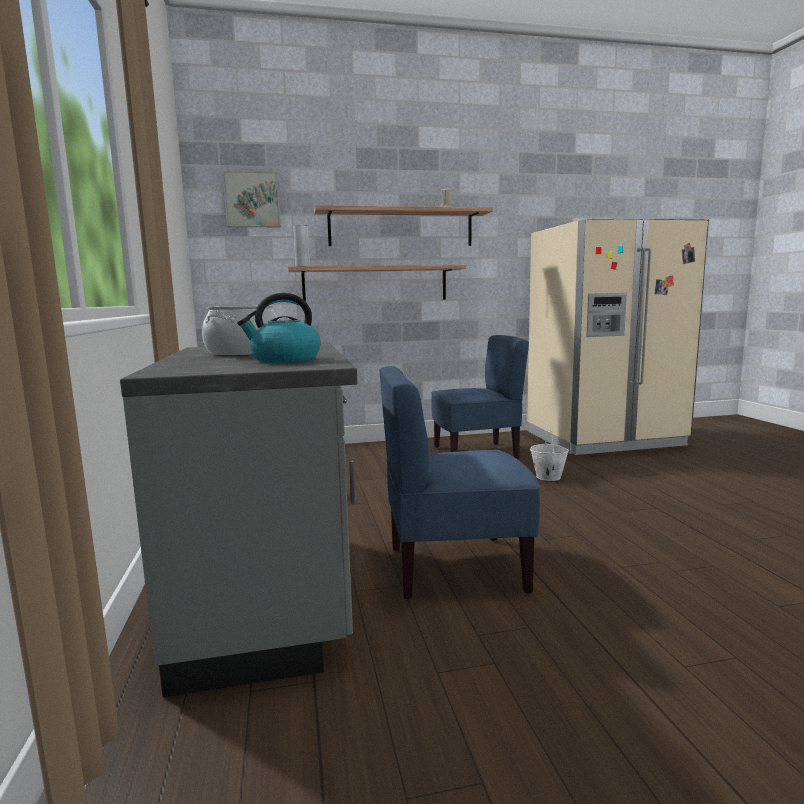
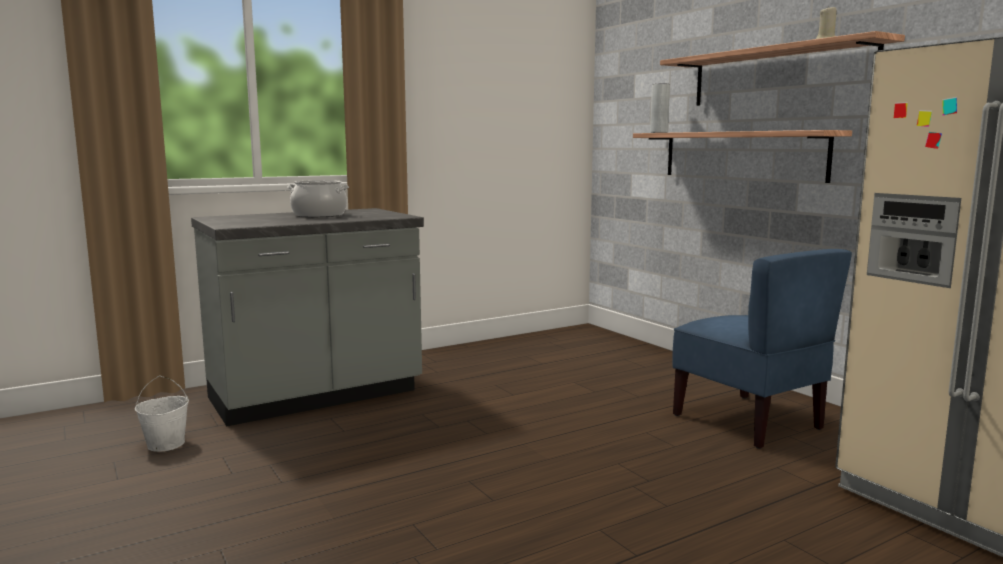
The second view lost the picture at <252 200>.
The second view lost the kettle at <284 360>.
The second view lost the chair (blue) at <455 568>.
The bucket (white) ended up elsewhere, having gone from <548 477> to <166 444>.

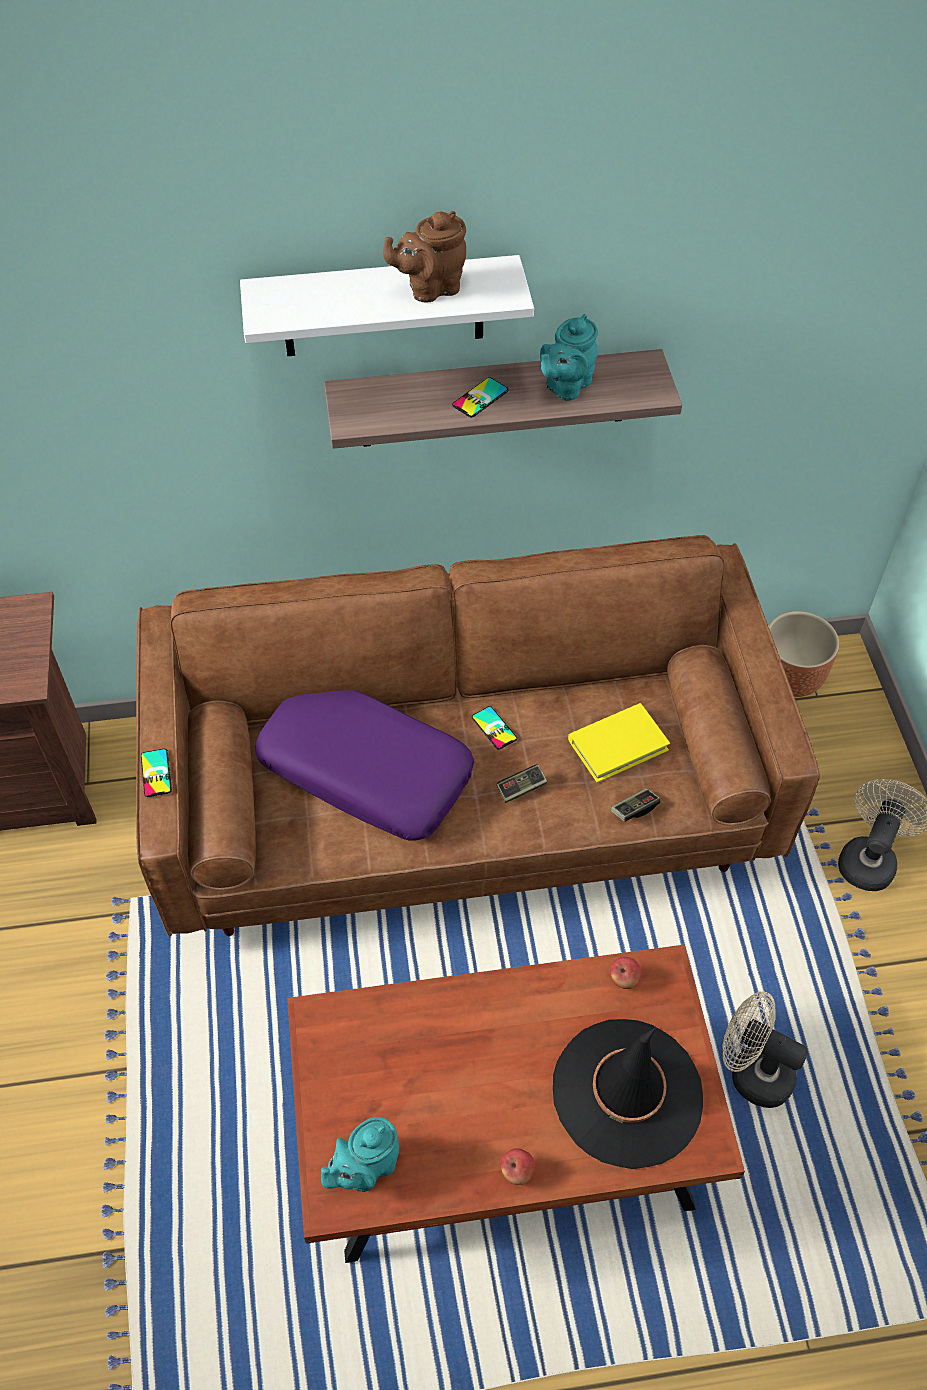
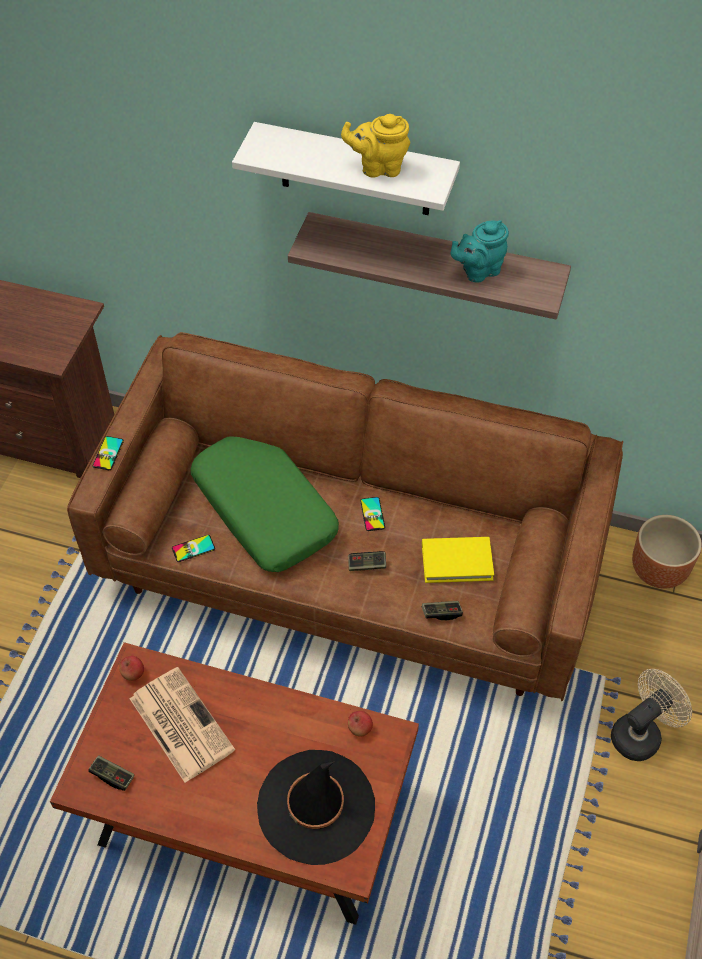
What was the teapot (brown) at <430 289> turned into the teapot (yellow) at <378 167>.
The phone ended up elsewhere, having gone from <480 398> to <193 548>.
What was the pillow (purple) at <367 769> turned into the pillow (green) at <265 508>.
The second view lost the fan (beige) at <752 1072>.
Where the teapot (turquoise) stood at <366 1168>, the game controller came to stand at <112 776>.
The apple ended up elsewhere, having gone from <517 1171> to <133 673>.
The second view gained the newspaper at <180 723>.

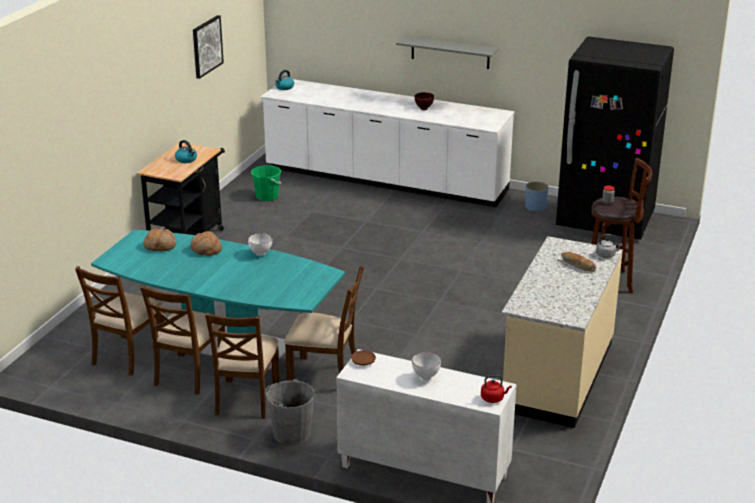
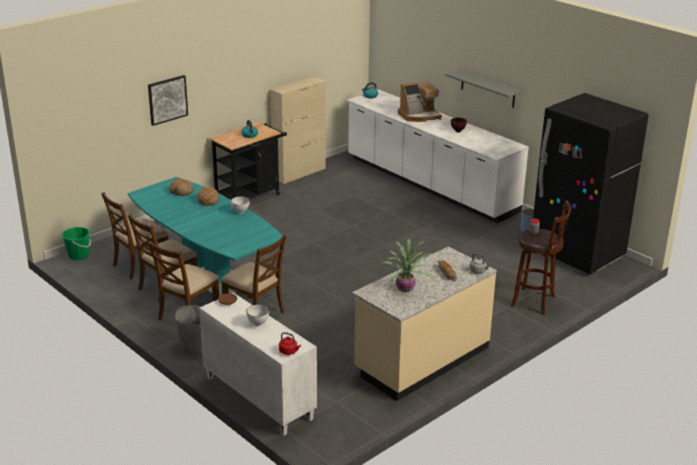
The picture ended up elsewhere, having gone from <206 46> to <167 99>.
The bucket (green) ended up elsewhere, having gone from <267 196> to <78 256>.
The second view gained the cabinet (beige) at <299 173>.
The second view gained the coffee machine at <419 116>.
The second view gained the potted plant at <405 289>.

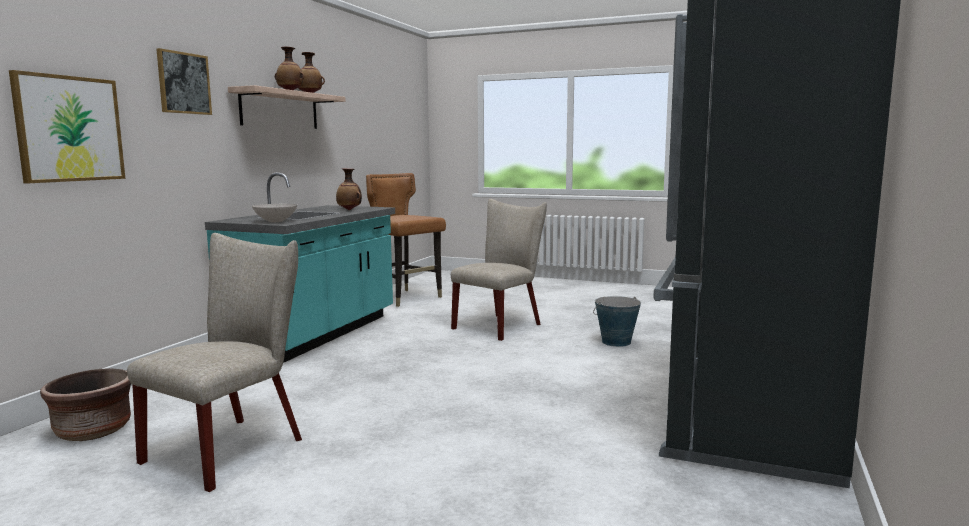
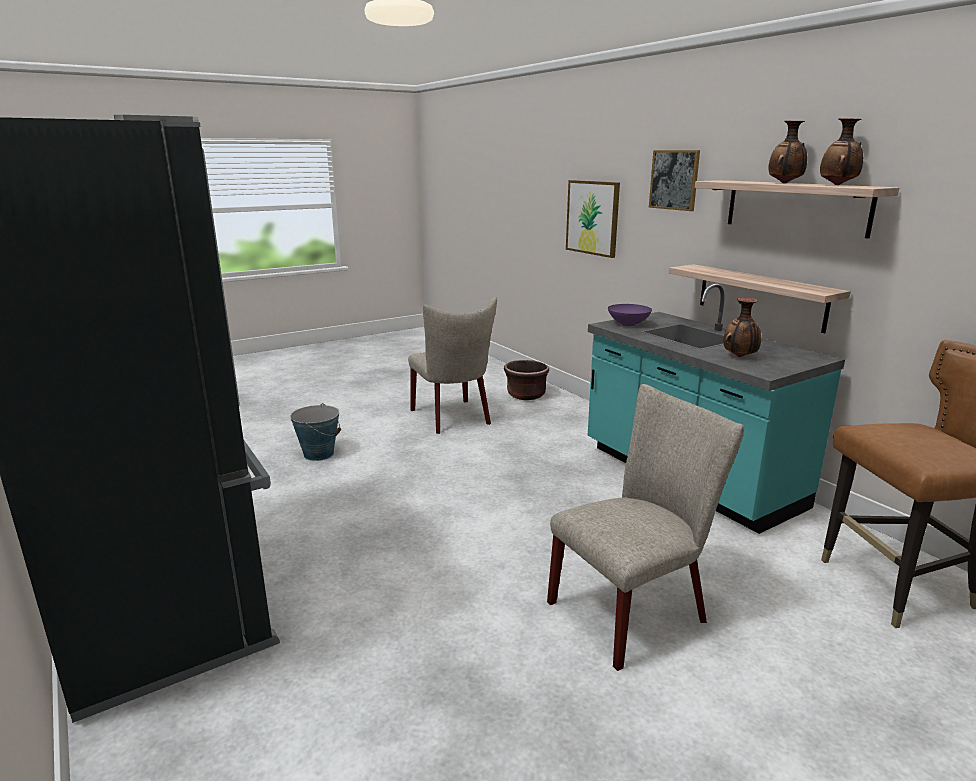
The chair (beige) at <501 325> ended up facing another way, 105 degrees counterclockwise from before.
What was the bowl (white) at <276 221> turned into the bowl (purple) at <628 324>.
The bucket ended up elsewhere, having gone from <616 342> to <319 454>.
The second view gained the shelf at <760 297>.

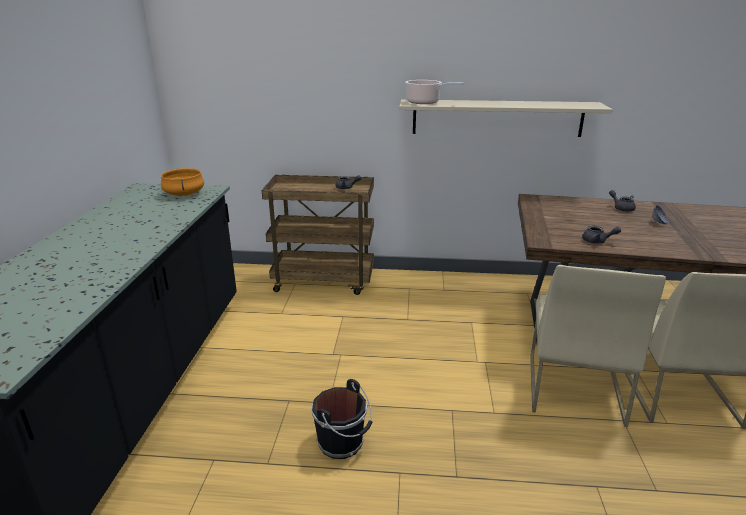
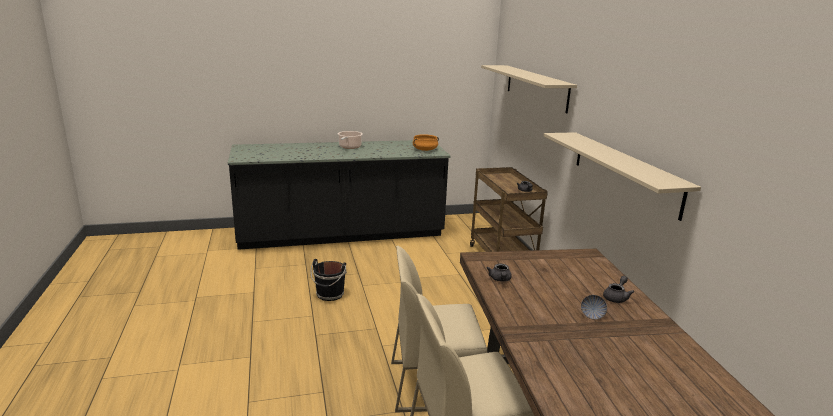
The cooking pot ended up elsewhere, having gone from <425 102> to <349 147>.
The second view gained the shelf (beige) at <536 87>.

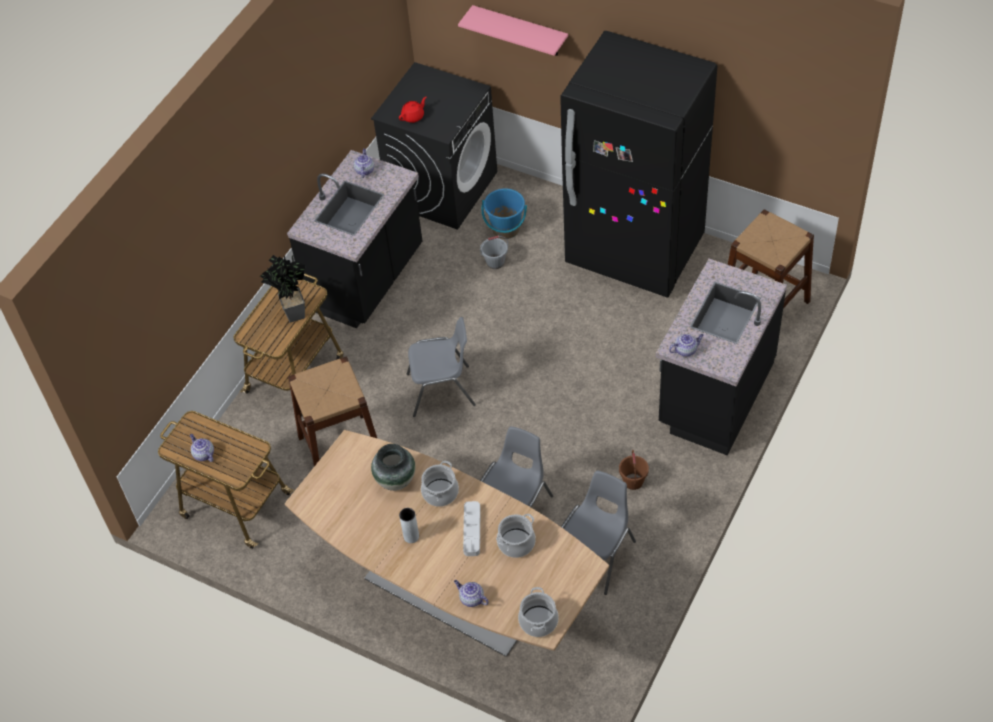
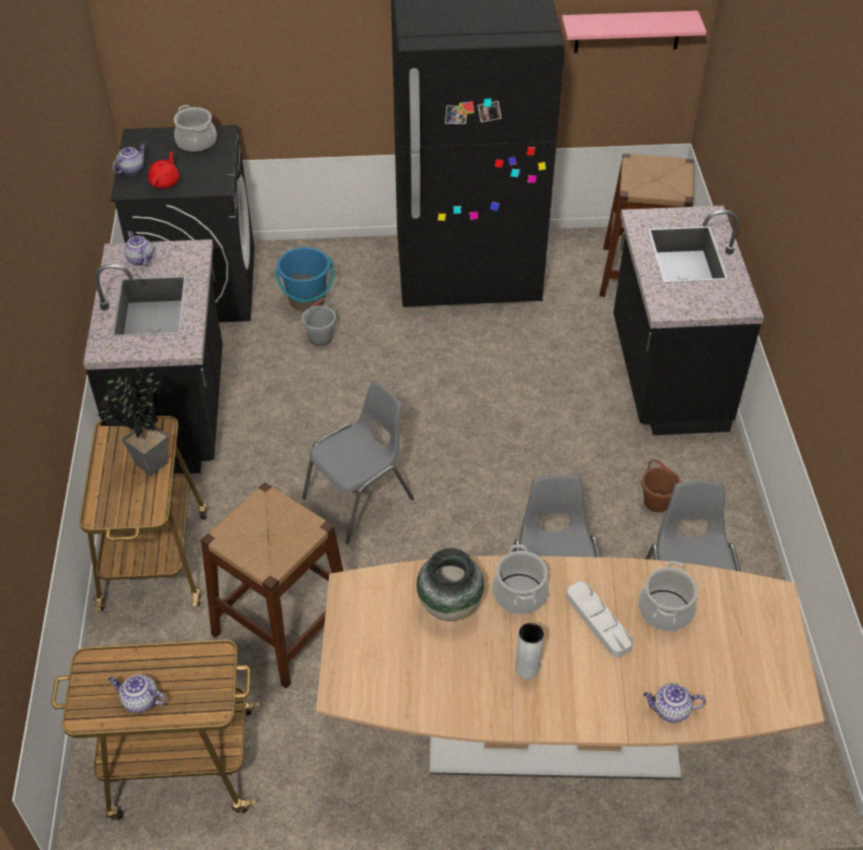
The shelf (pink) ended up elsewhere, having gone from <520 31> to <627 31>.
The teapot ended up elsewhere, having gone from <686 350> to <132 169>.
The cooking pot ended up elsewhere, having gone from <538 621> to <196 142>.

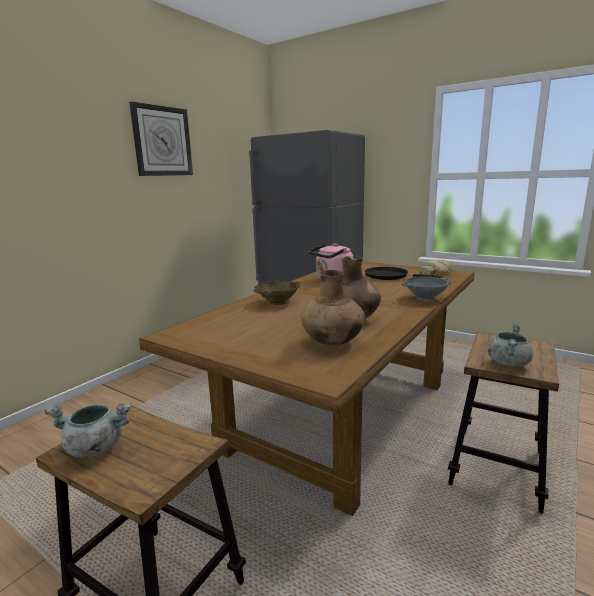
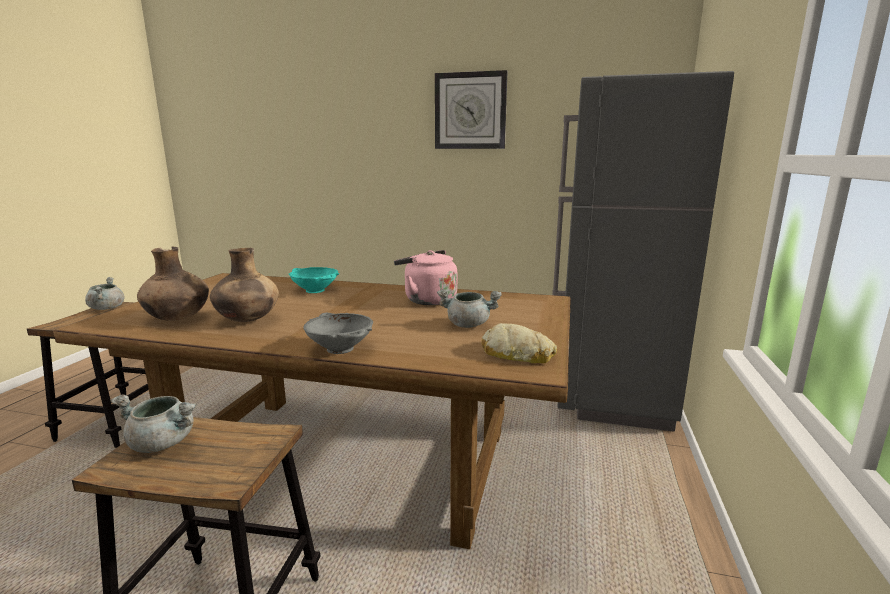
Where the frying pan (black) stood at <389 276>, the cooking pot (grey) came to stand at <468 325>.
What was the bowl (beige) at <278 302> turned into the bowl (turquoise) at <315 291>.

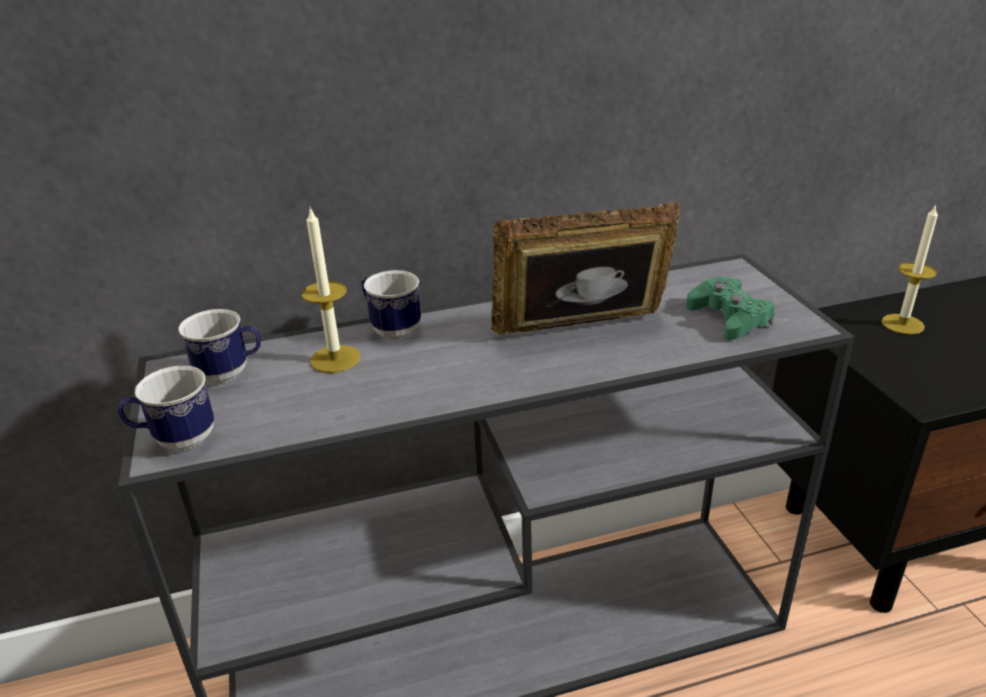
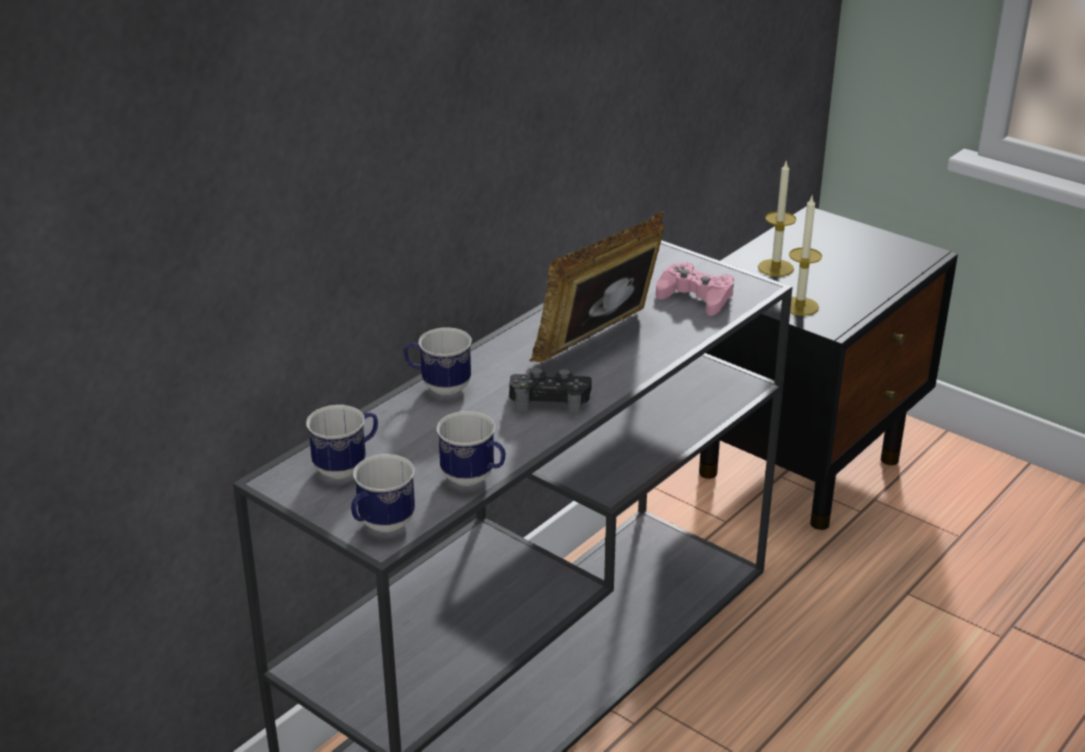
The candle ended up elsewhere, having gone from <335 359> to <800 306>.
What was the game controller (green) at <728 318> turned into the game controller (pink) at <695 297>.
The second view gained the game controller (black) at <550 400>.
The second view gained the mug at <474 479>.

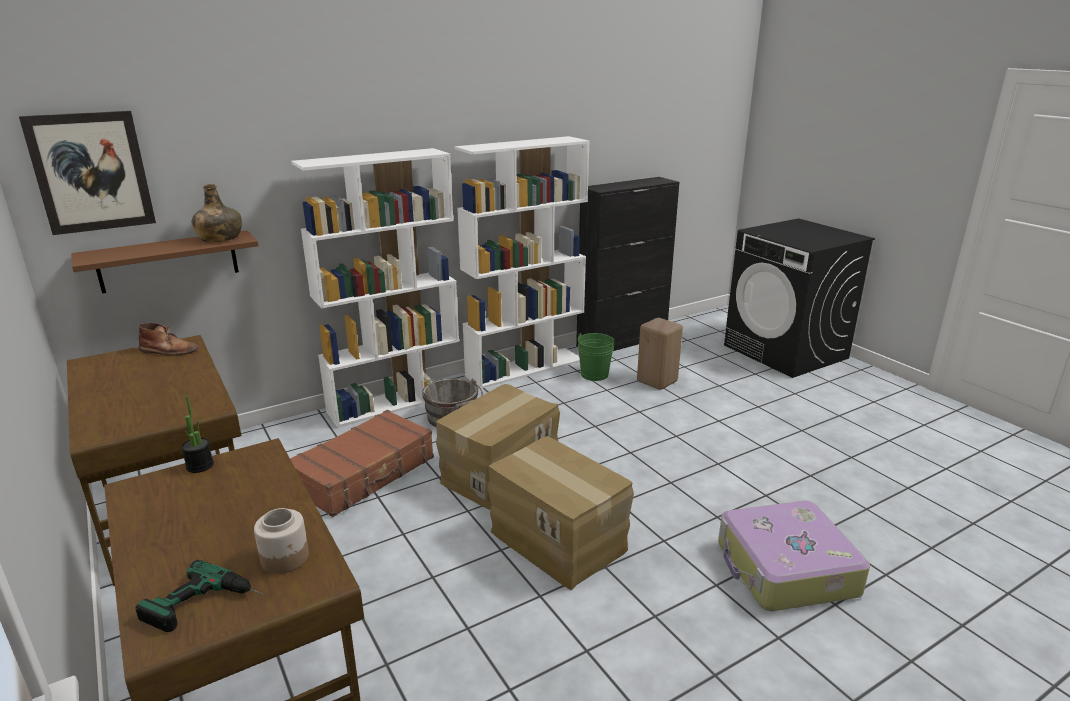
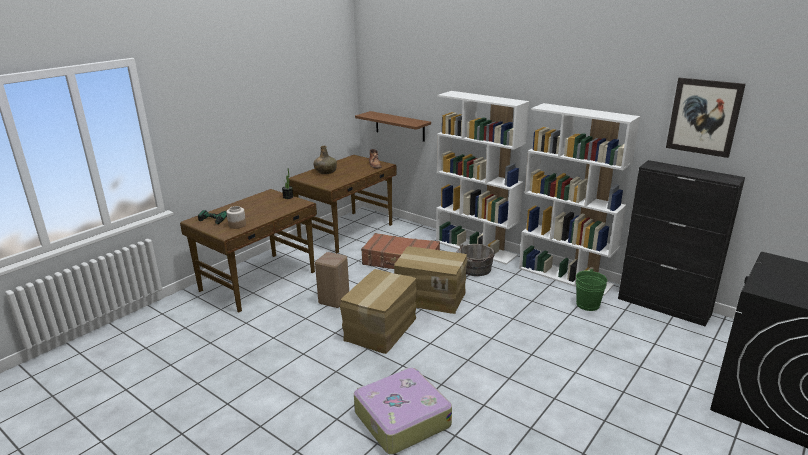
The picture ended up elsewhere, having gone from <91 172> to <704 117>.
The bottle (green) ended up elsewhere, having gone from <219 238> to <325 172>.
The stool (beige) ended up elsewhere, having gone from <658 381> to <334 301>.

